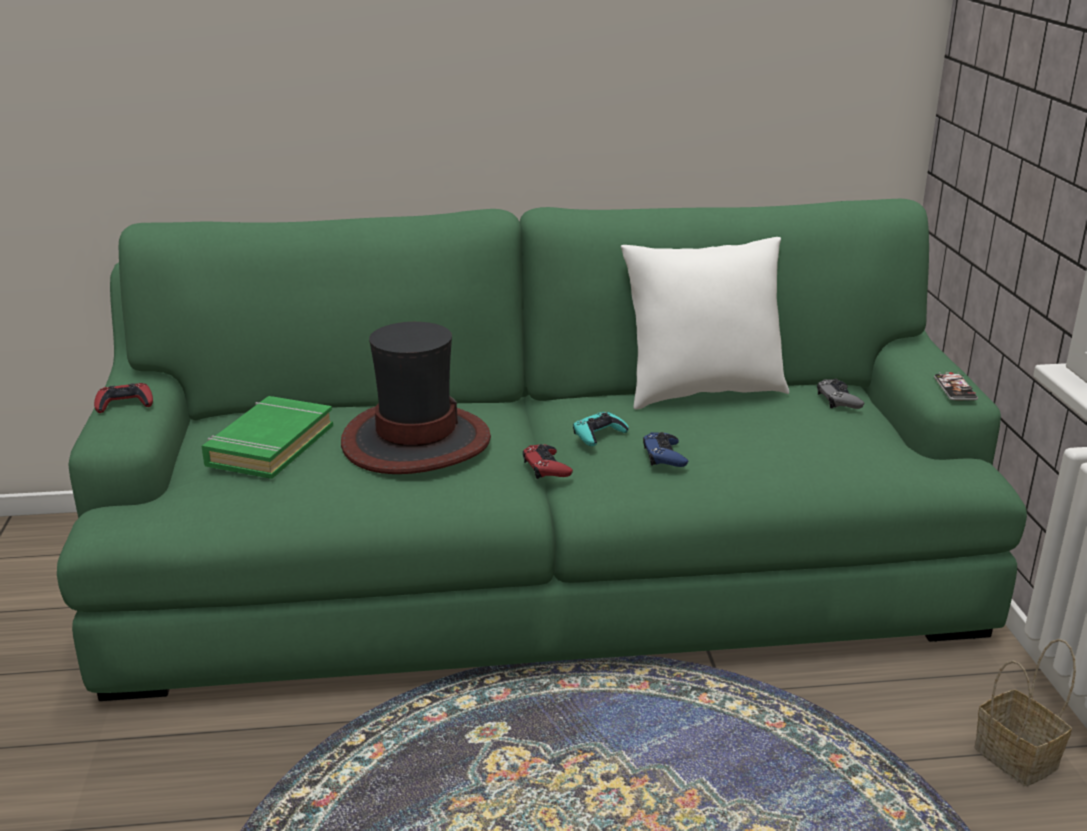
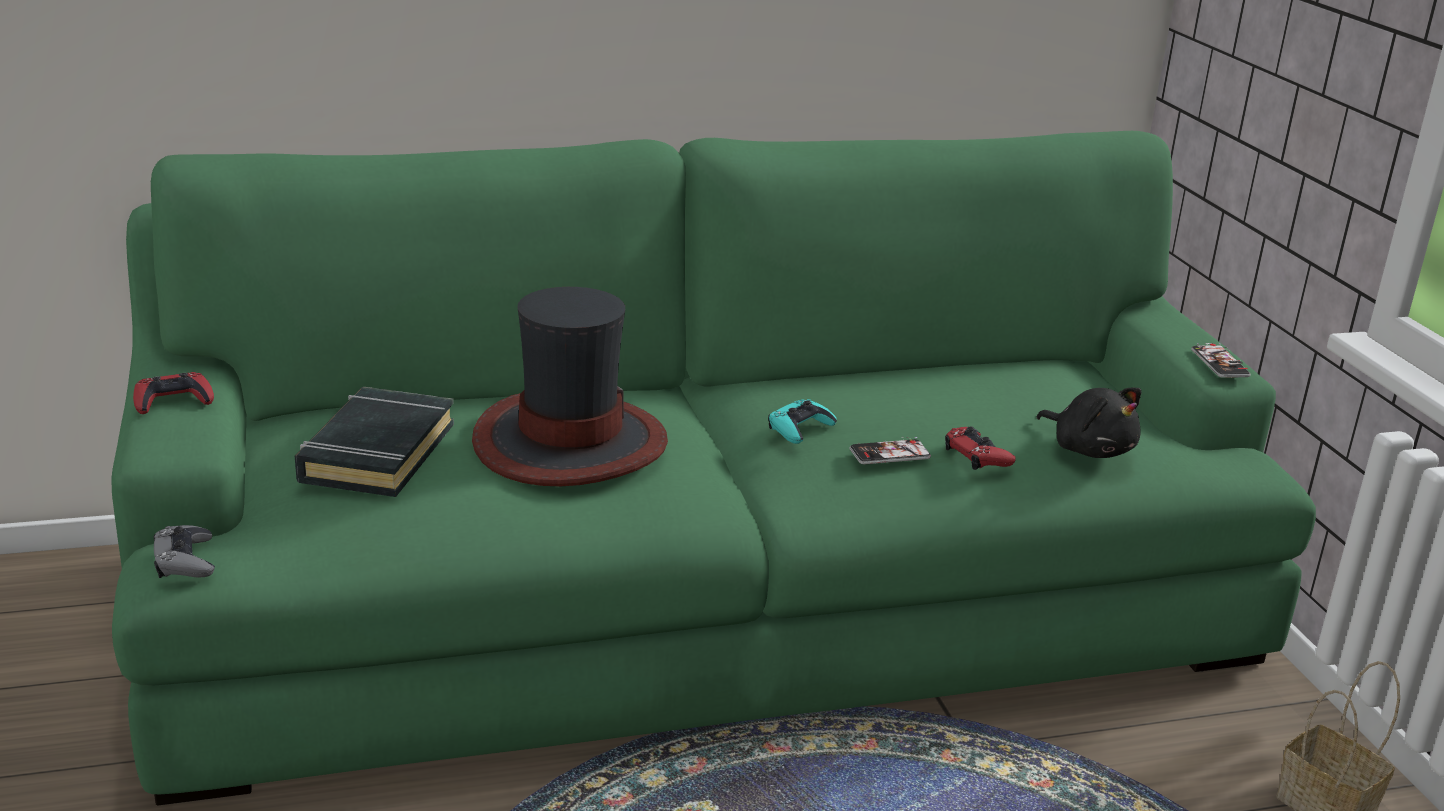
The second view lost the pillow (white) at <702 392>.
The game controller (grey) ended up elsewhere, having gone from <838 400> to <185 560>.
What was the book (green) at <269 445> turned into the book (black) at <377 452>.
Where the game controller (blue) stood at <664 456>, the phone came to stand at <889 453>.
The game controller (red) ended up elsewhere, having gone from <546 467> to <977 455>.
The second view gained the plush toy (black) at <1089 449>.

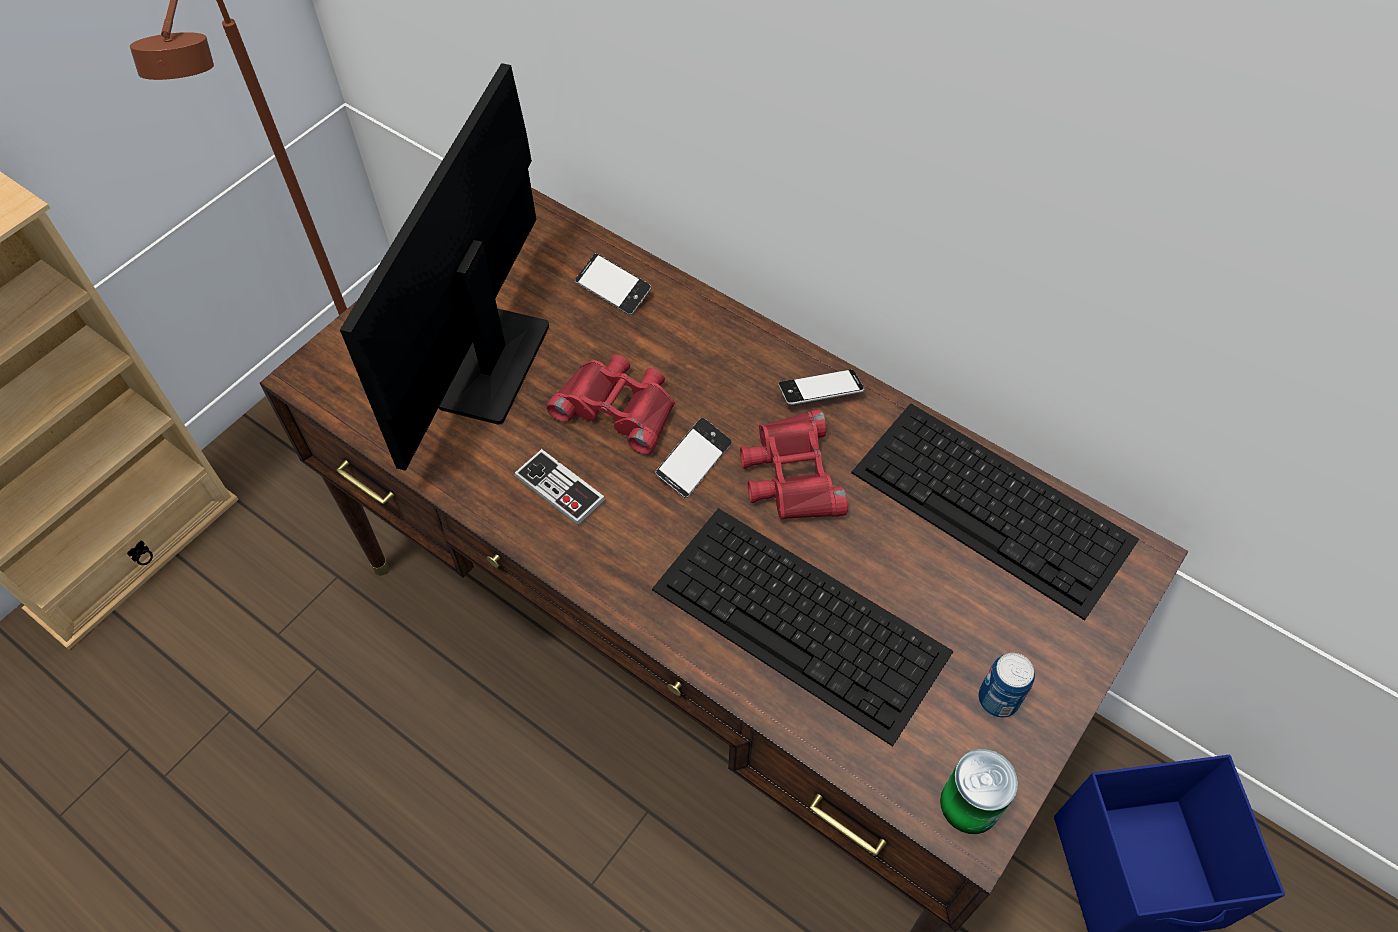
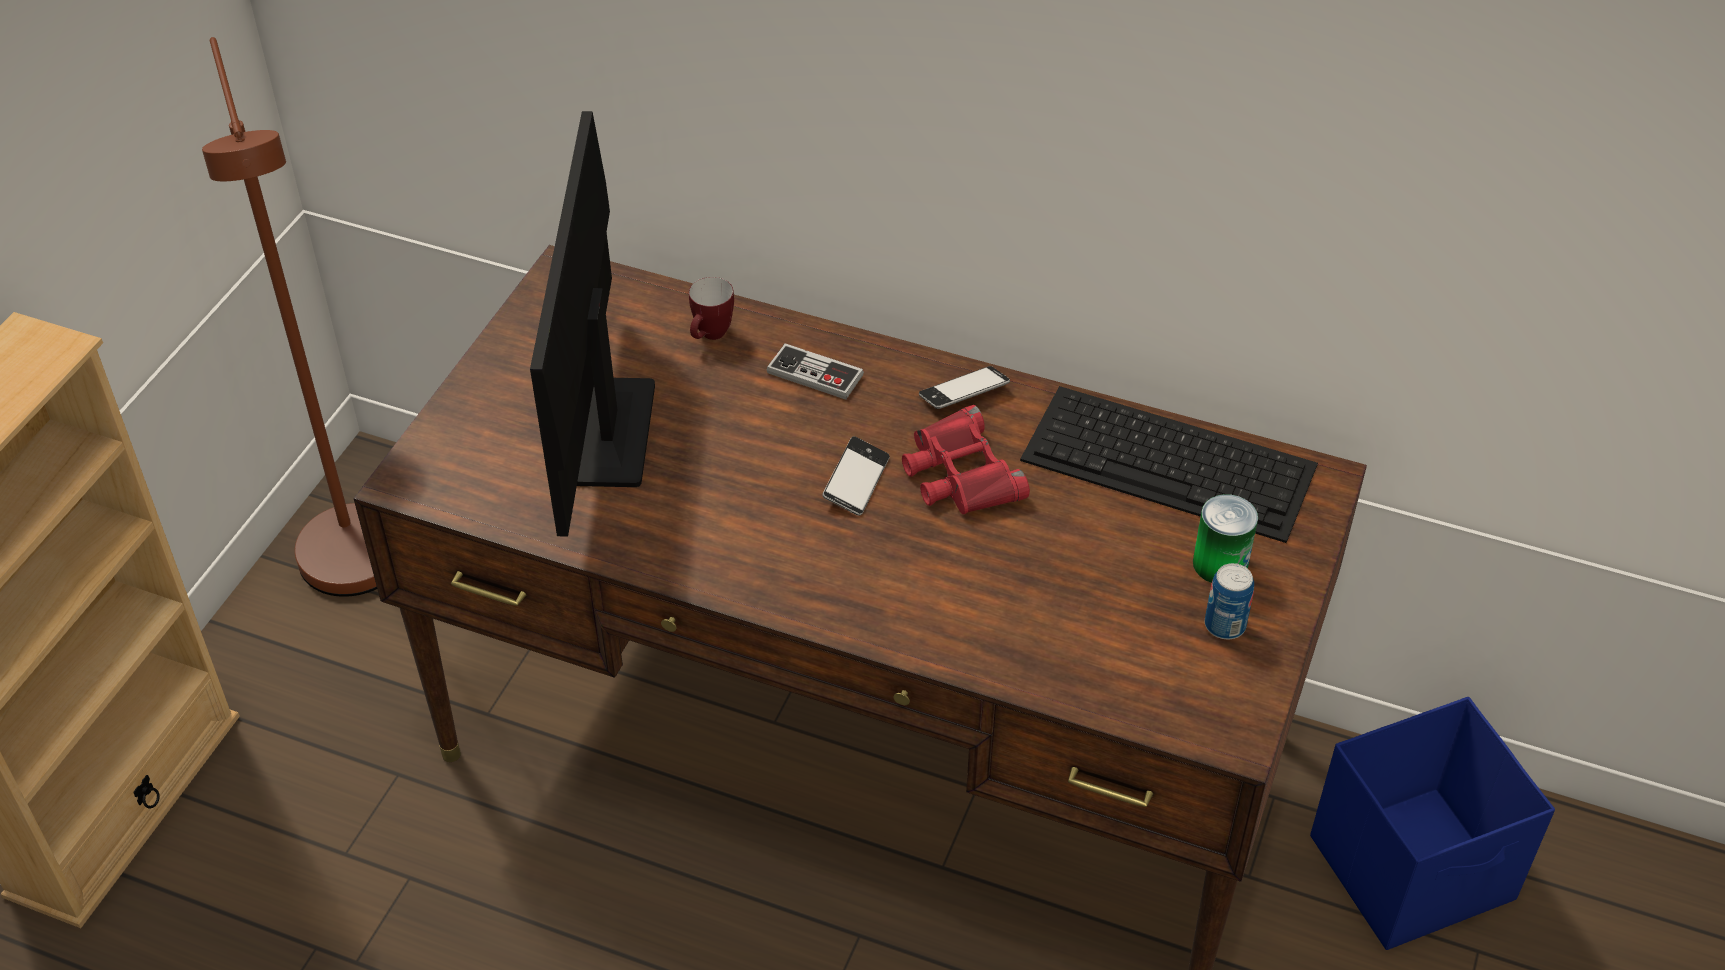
Where the phone stood at <613 289>, the mug came to stand at <711 336>.
The second view lost the binoculars (red) at <618 407>.
The game controller ended up elsewhere, having gone from <560 489> to <815 374>.
The second view lost the keyboard at <803 621>.
The can ended up elsewhere, having gone from <969 804> to <1220 564>.

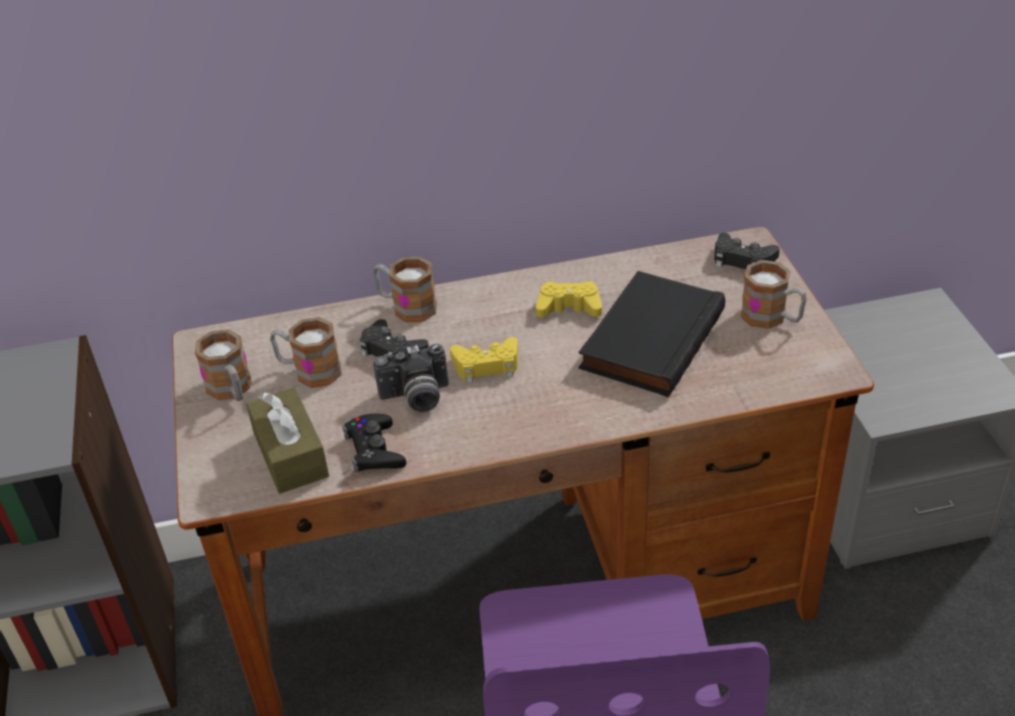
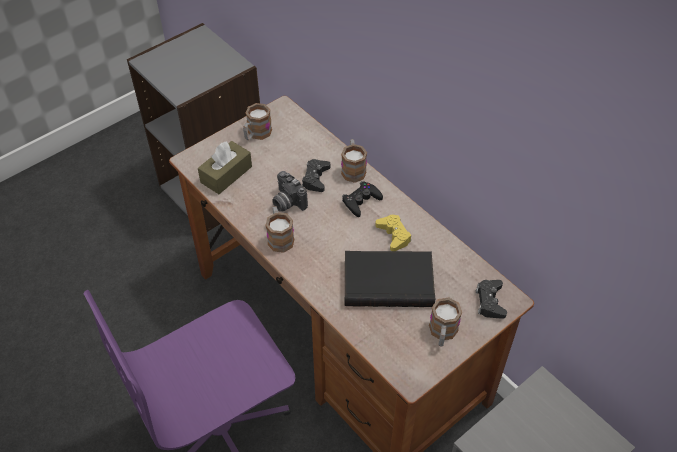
The mug ended up elsewhere, having gone from <309 371> to <279 237>.
The second view lost the game controller (yellow) at <486 365>.
The game controller (black) ended up elsewhere, having gone from <374 450> to <361 201>.

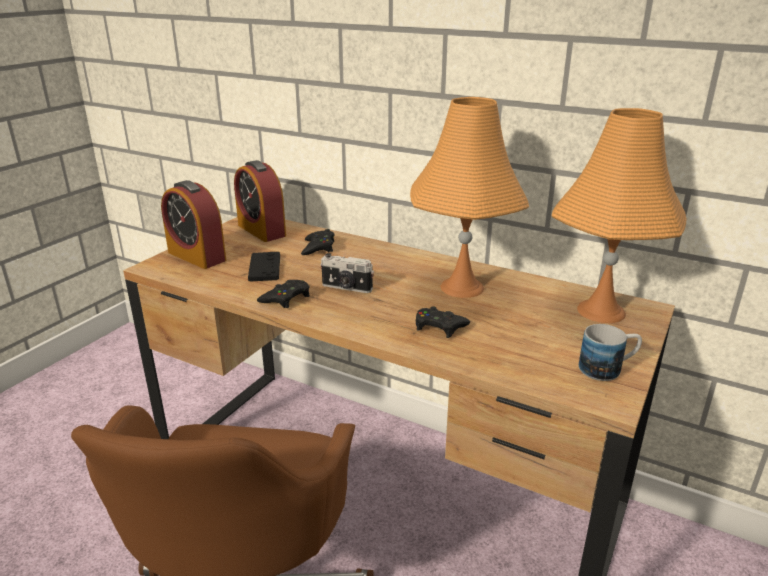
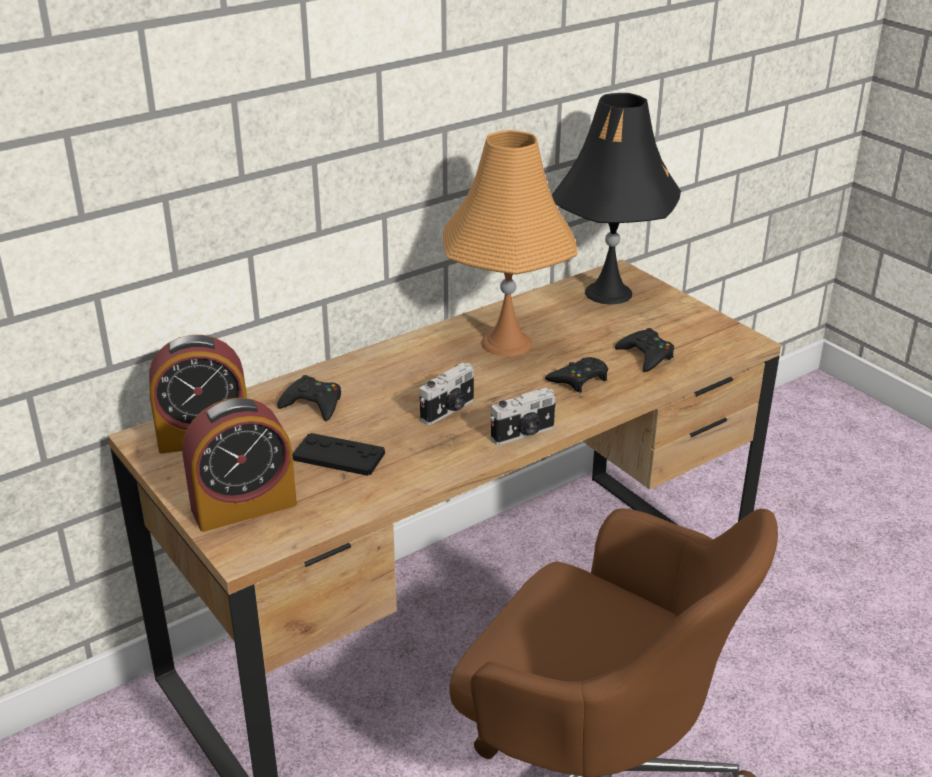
What was the table lamp (orange) at <601 311> turned into the table lamp (black) at <609 293>.
The game controller (black) ended up elsewhere, having gone from <286 298> to <646 355>.
The second view lost the mug at <608 369>.
The second view gained the photo camera at <524 434>.

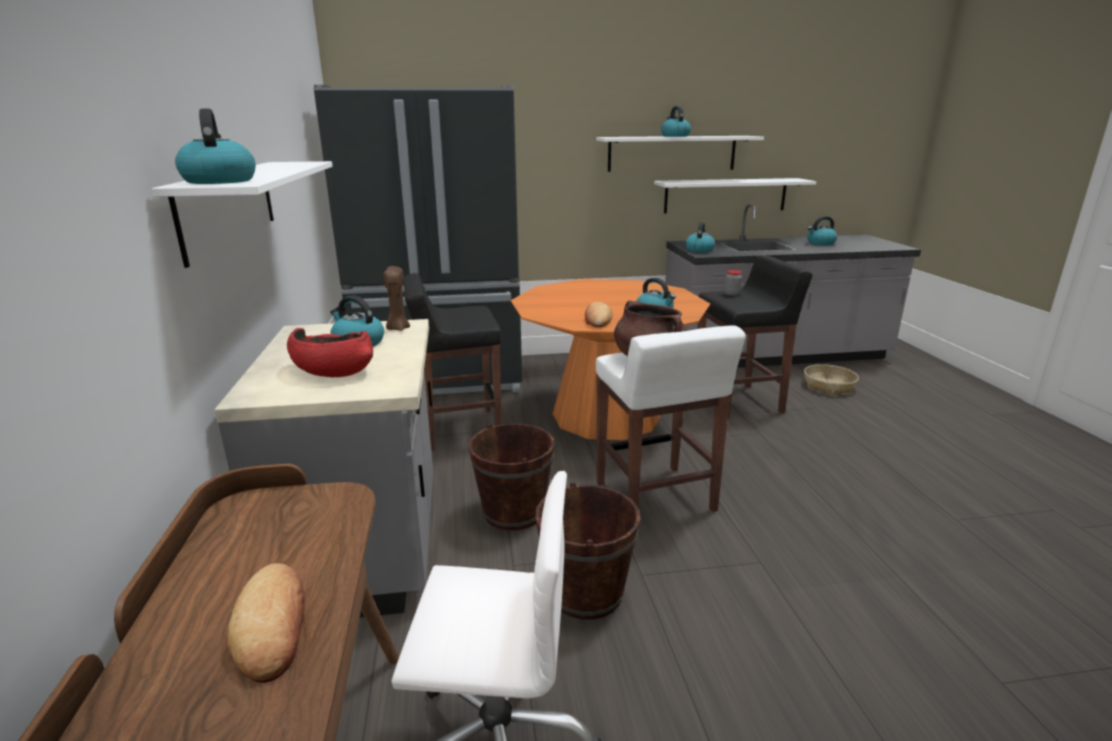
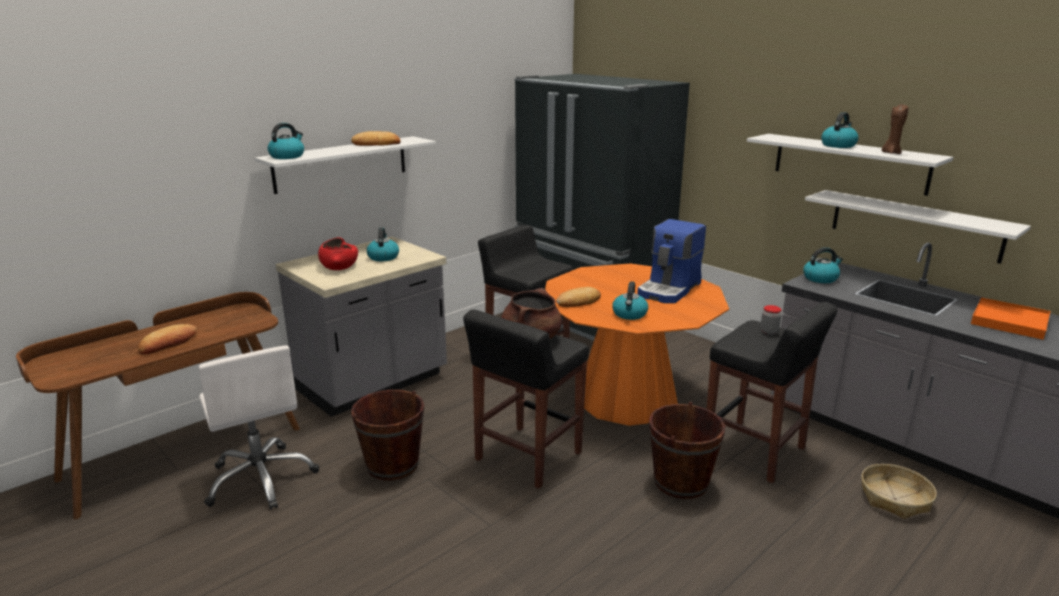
Where the kettle stood at <820 243>, the tray (orange) came to stand at <1009 321>.
The candle (brown) ended up elsewhere, having gone from <398 328> to <891 153>.
What was the stool (white) at <655 497> turned into the stool (black) at <527 457>.
The bucket (brown) ended up elsewhere, having gone from <514 512> to <681 482>.
The second view gained the bread at <376 144>.
The second view gained the coffee machine at <670 289>.

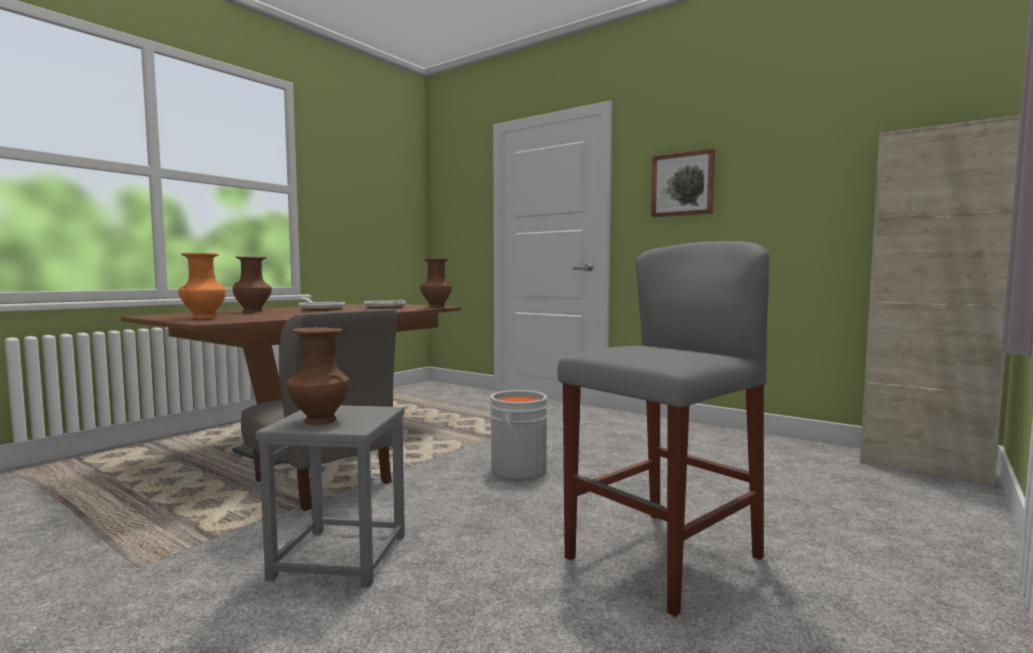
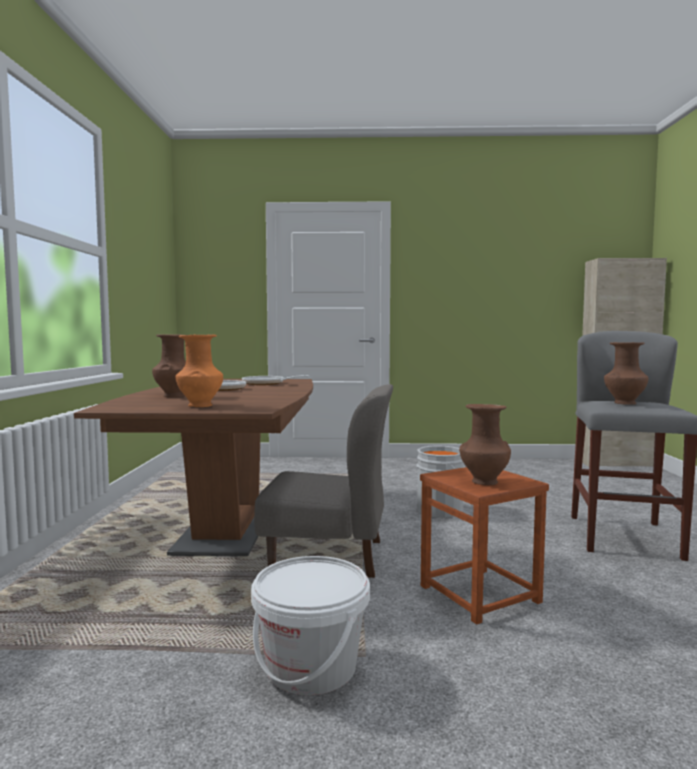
The second view lost the picture at <683 184>.
The vase (brown) ended up elsewhere, having gone from <435 307> to <624 403>.
What was the stool (grey) at <341 556> turned into the stool (brown) at <480 594>.
The second view gained the bucket (white) at <311 666>.

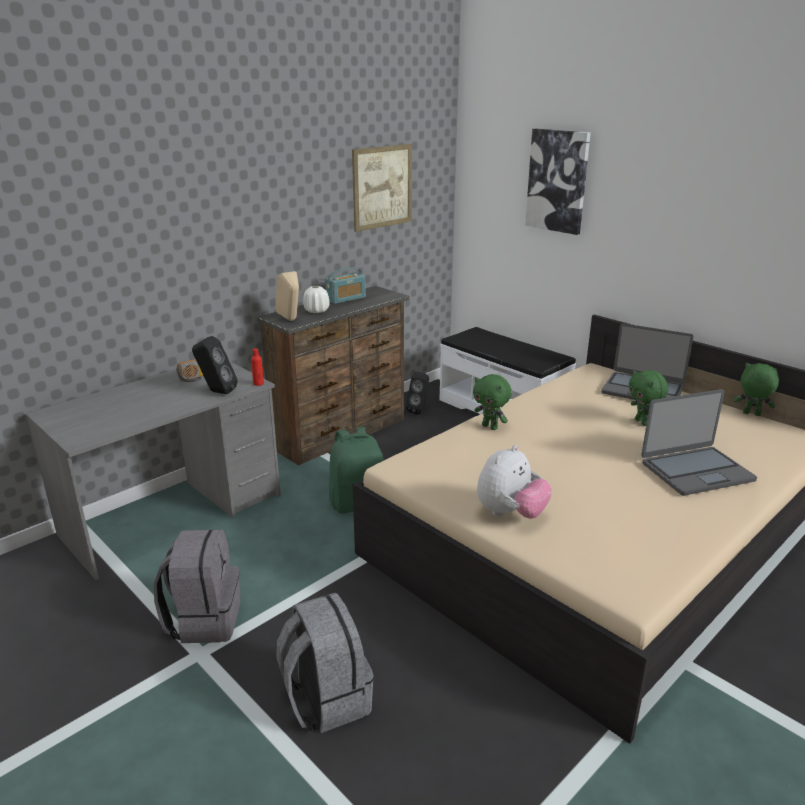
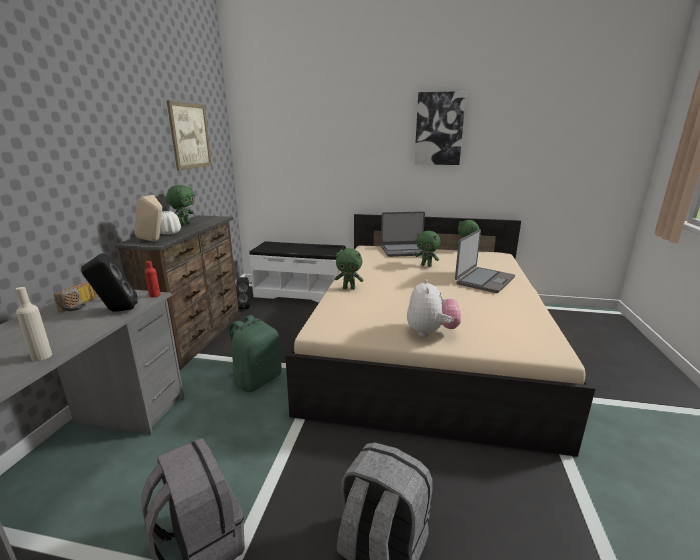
The picture ended up elsewhere, having gone from <558 181> to <439 129>.
Where the radio stood at <346 299>, the plush toy (green) came to stand at <184 224>.
The second view gained the bottle (beige) at <41 356>.

